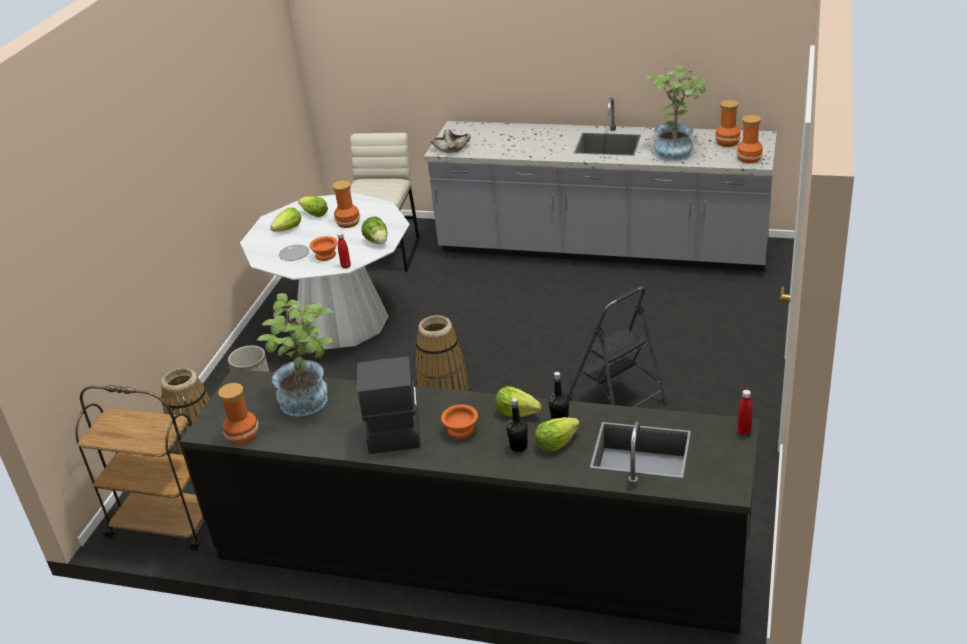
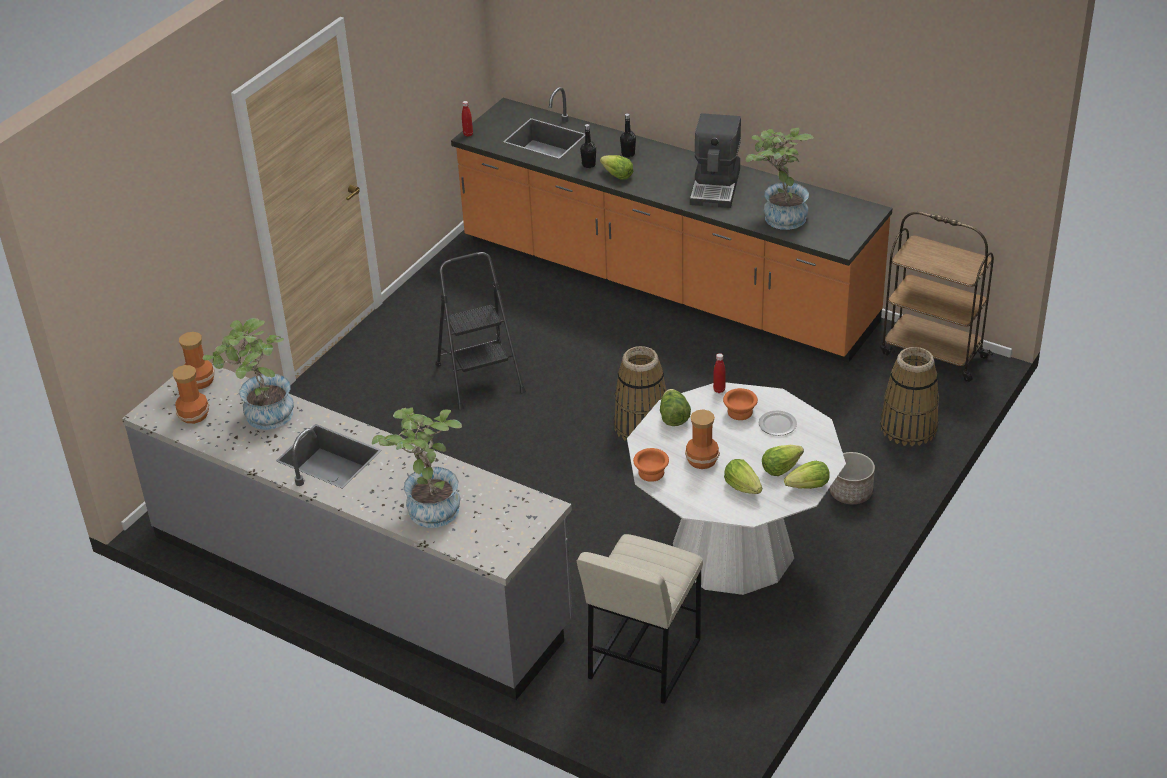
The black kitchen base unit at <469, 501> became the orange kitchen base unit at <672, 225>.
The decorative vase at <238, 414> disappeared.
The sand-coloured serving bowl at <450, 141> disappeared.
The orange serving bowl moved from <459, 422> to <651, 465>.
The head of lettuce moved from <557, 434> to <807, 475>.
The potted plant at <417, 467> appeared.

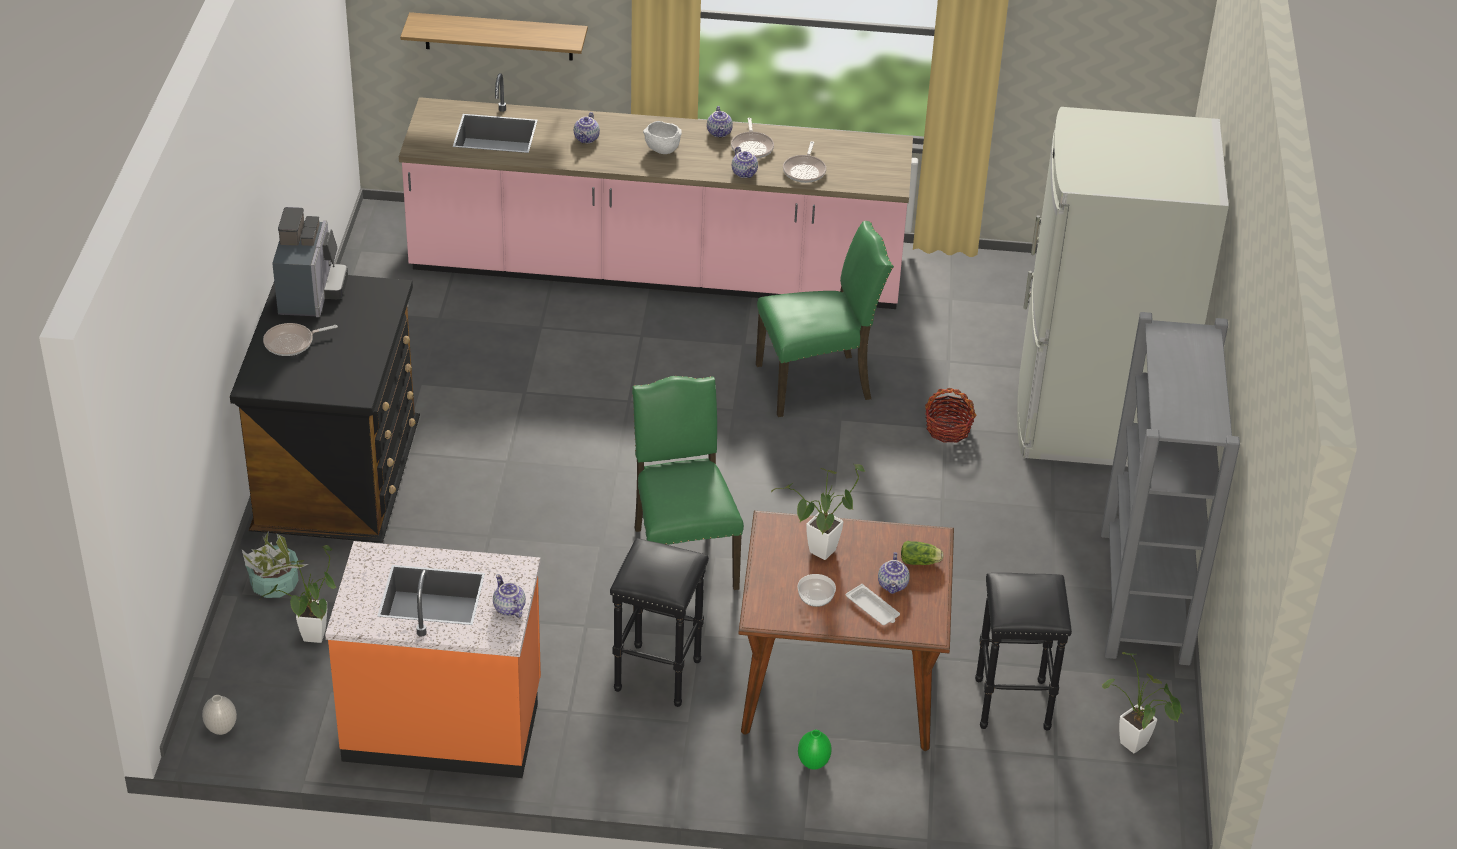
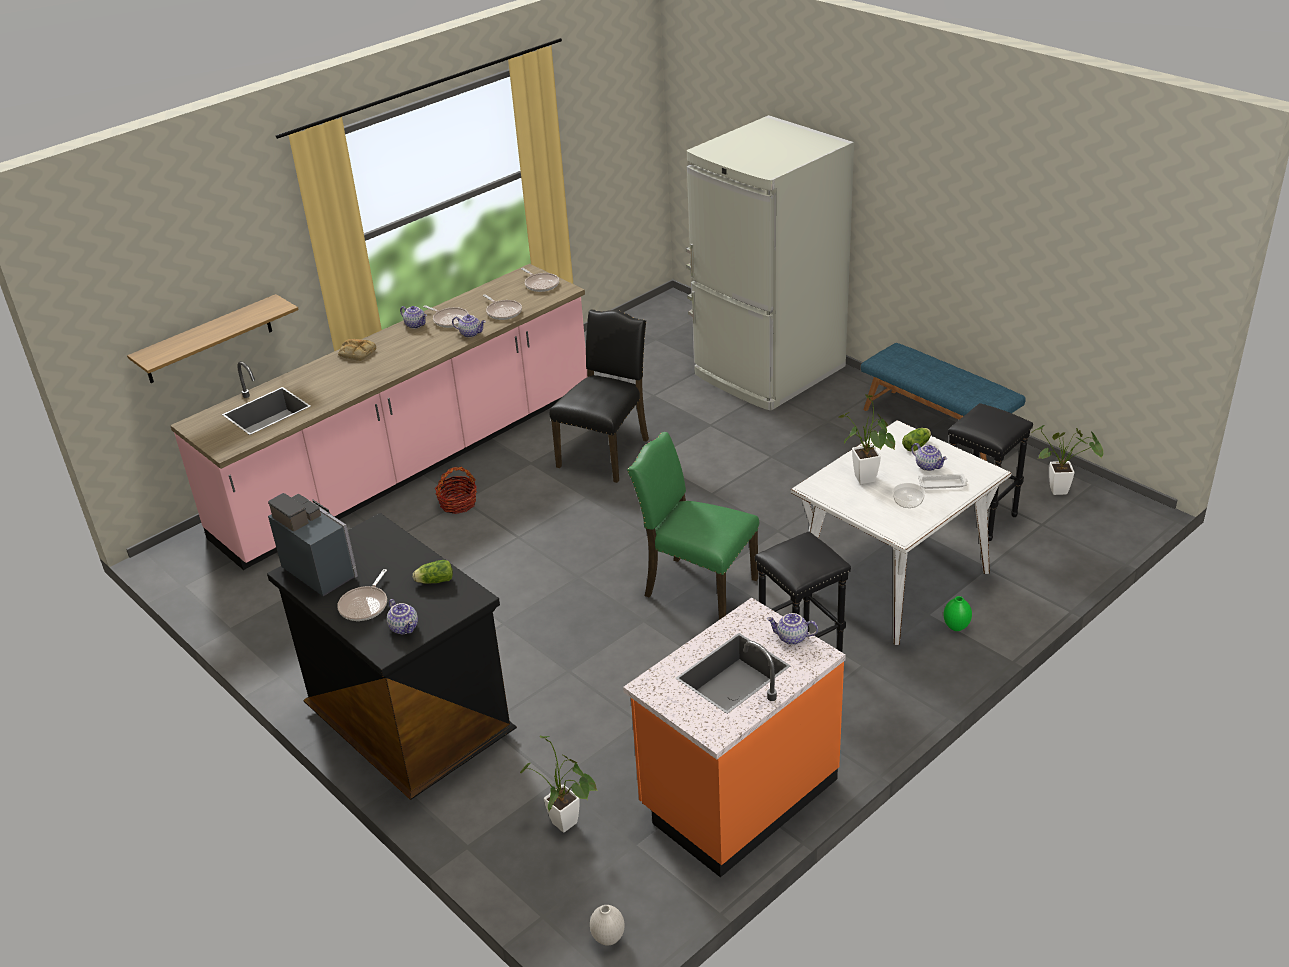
The potted plant at <275, 565> disappeared.
The pot for tea moved from <587, 127> to <402, 616>.
The whitish serving bowl at <662, 137> disappeared.
The brown kitchen table at <846, 631> became the whitish kitchen table at <901, 532>.
The greenish chair at <825, 319> became the black chair at <599, 396>.
The household basket moved from <951, 415> to <456, 490>.
The gray bookshelf at <1170, 488> was replaced by the bluish bench at <943, 402>.
The bread at <357, 350> appeared.
The head of lettuce at <433, 572> appeared.
The pan at <540, 280> appeared.

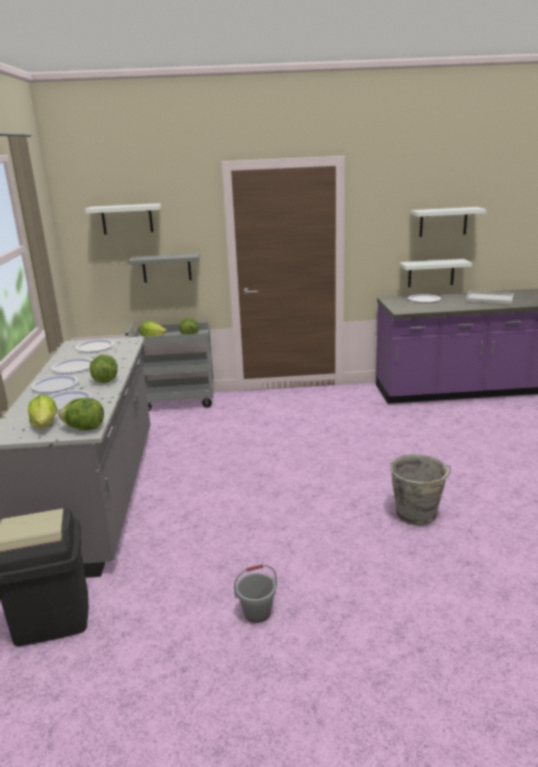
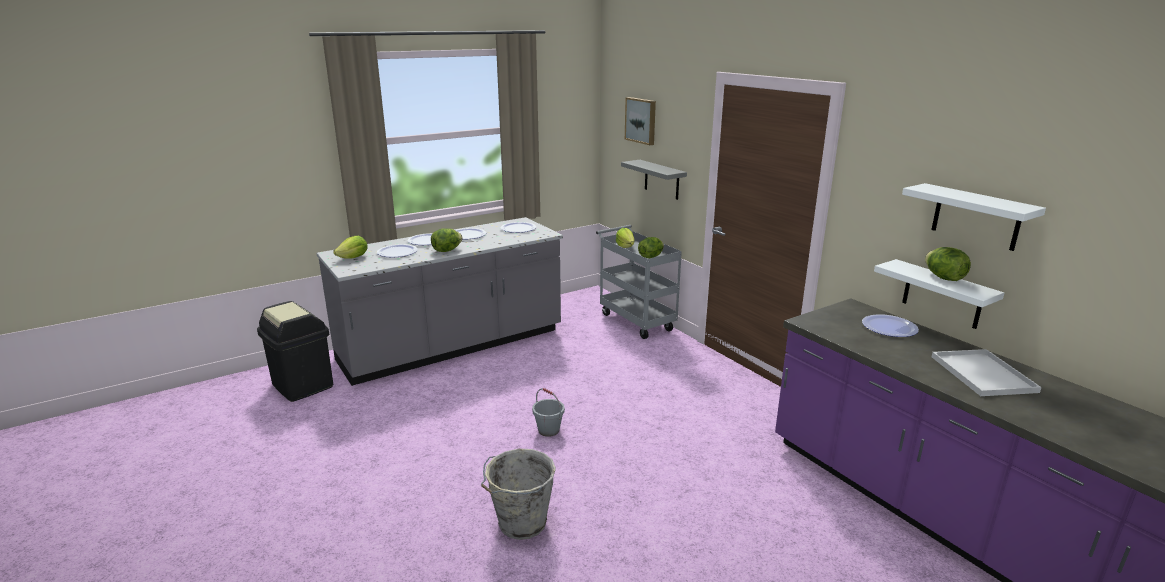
The head of lettuce moved from <81, 414> to <948, 264>.
The whitish shelf at <123, 219> was replaced by the wall art at <640, 121>.
The gray pail moved from <255, 593> to <548, 412>.

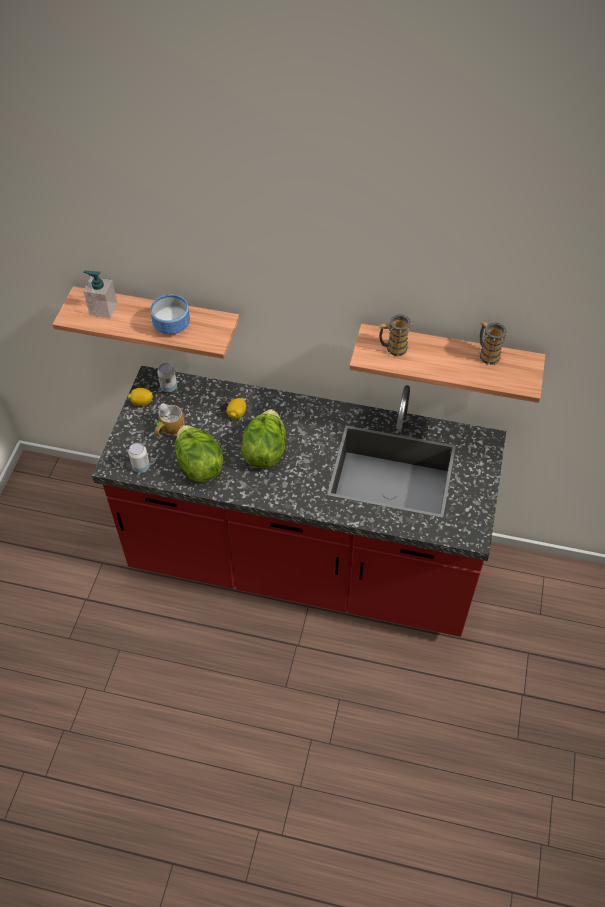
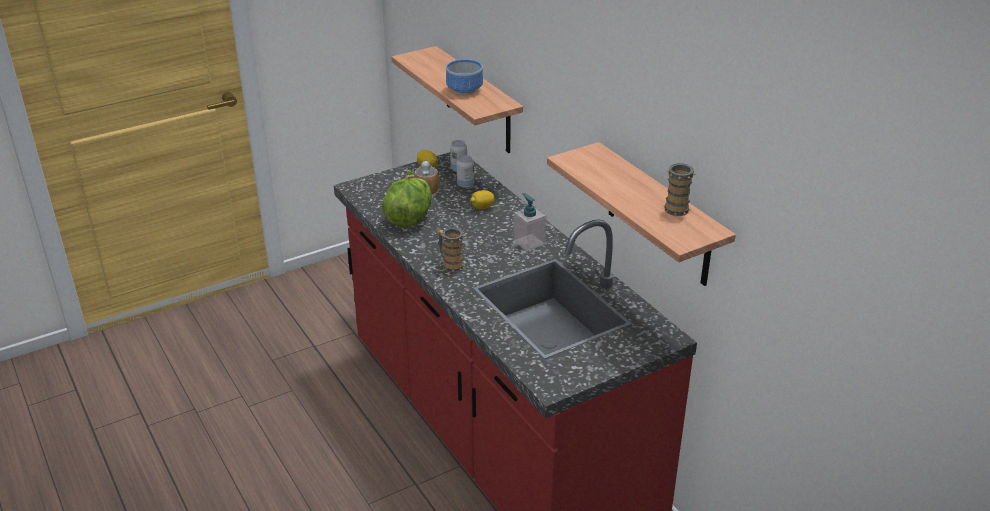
The liquid soap bottle moved from <100, 294> to <529, 222>.
The can moved from <139, 458> to <465, 171>.
The head of lettuce at <264, 439> disappeared.
The tea mug moved from <395, 335> to <451, 250>.

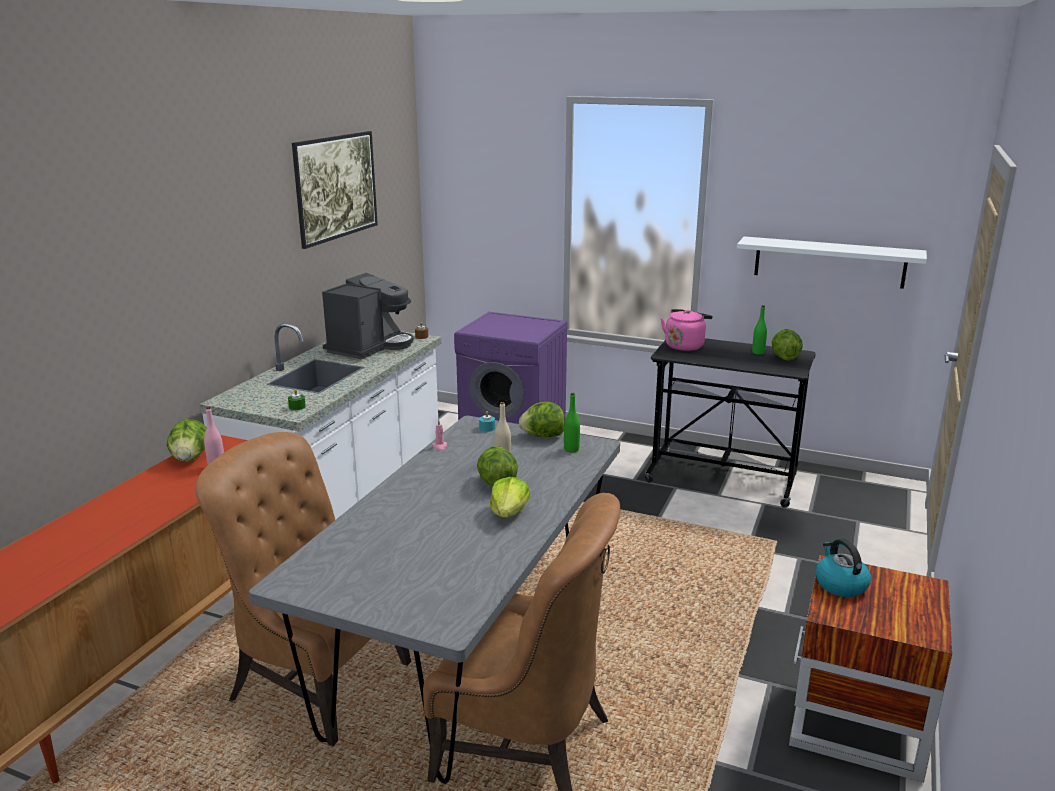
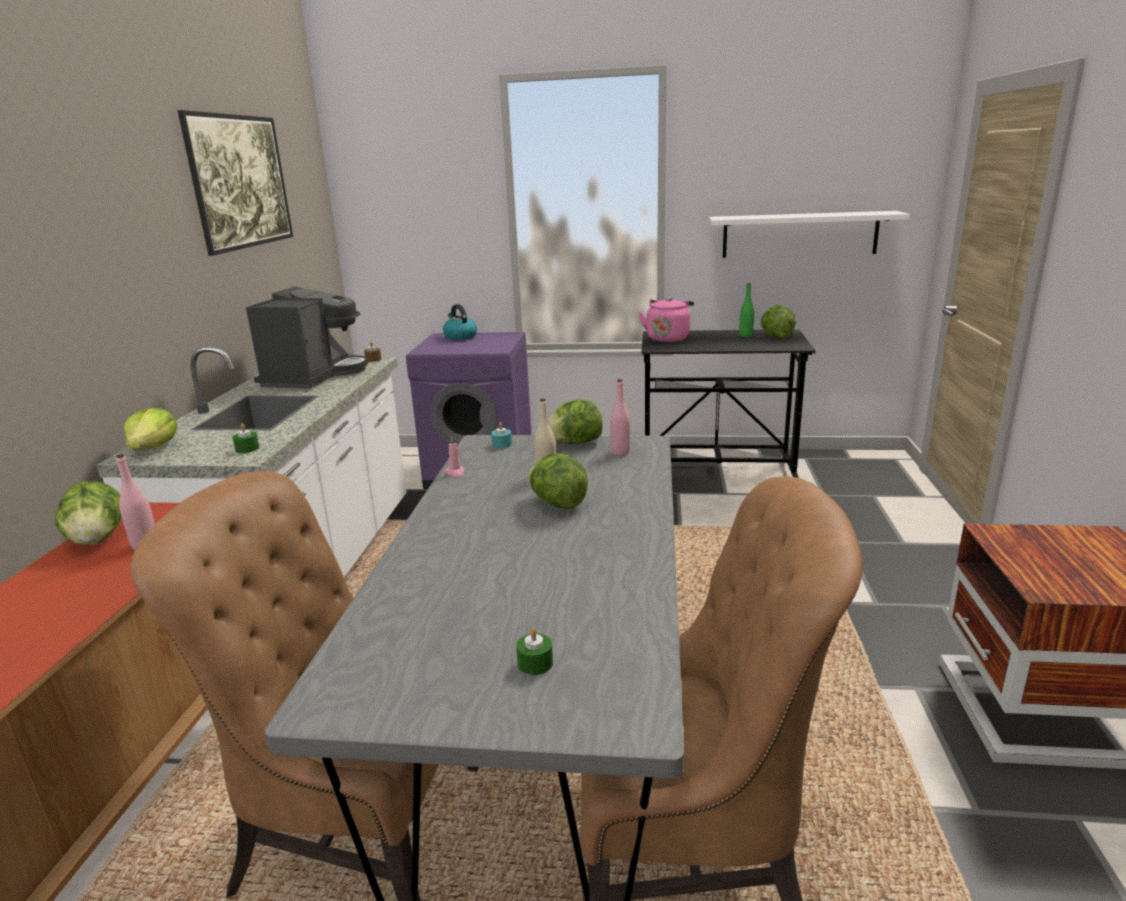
The head of lettuce moved from <510, 497> to <151, 429>.
The greenish beverage bottle at <572, 423> became the pink beverage bottle at <620, 417>.
The kettle moved from <843, 567> to <460, 322>.
The greenish wax light at <534, 651> appeared.

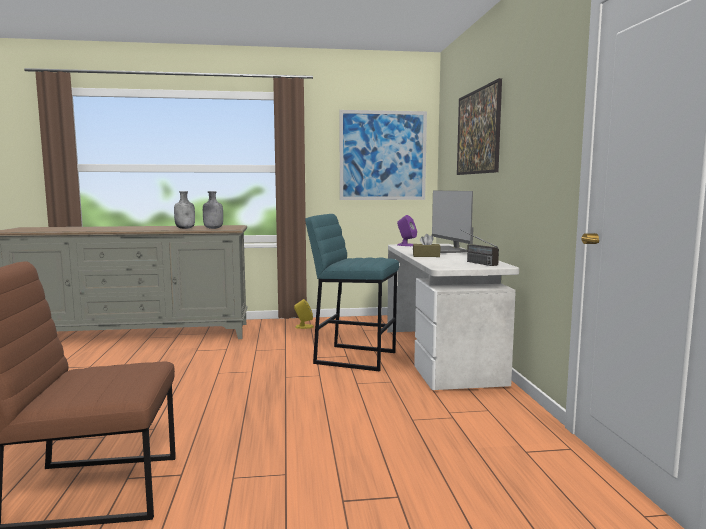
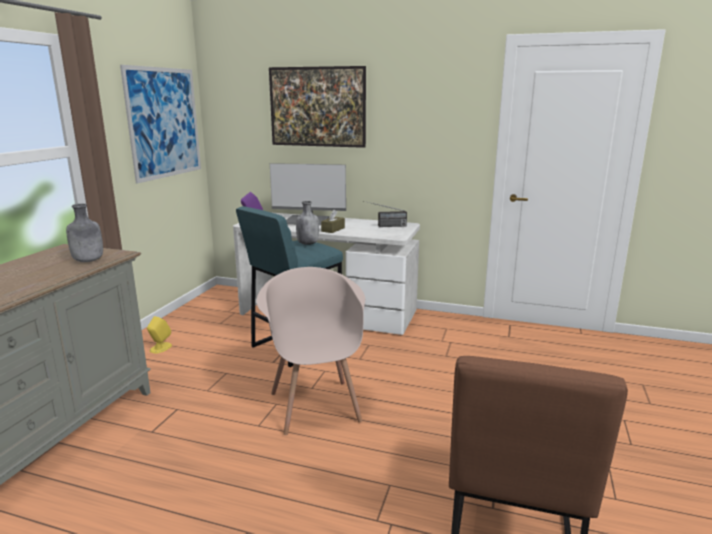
The gray beverage bottle moved from <184, 210> to <307, 223>.
The sand-coloured chair at <311, 351> appeared.

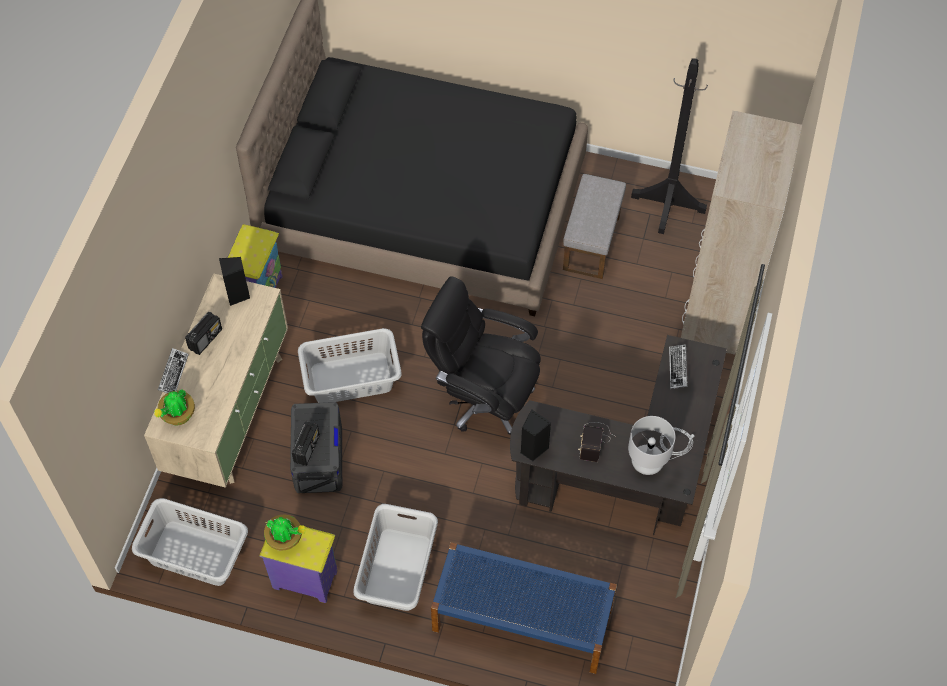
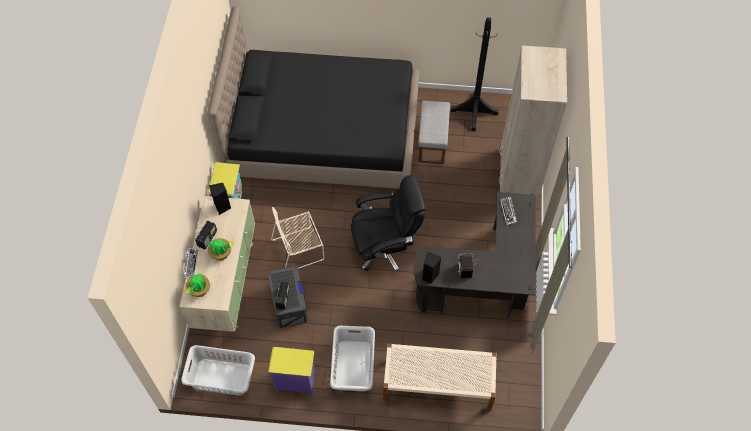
The potted plant moved from <285, 533> to <220, 249>.
The gray washing basket at <350, 365> was replaced by the sand-coloured chair at <297, 238>.
The black desk chair at <481, 355> turned 150 degrees clockwise.
The bluish bench at <524, 608> became the sand-coloured bench at <440, 377>.
The gray tabletop lamp at <661, 445> disappeared.

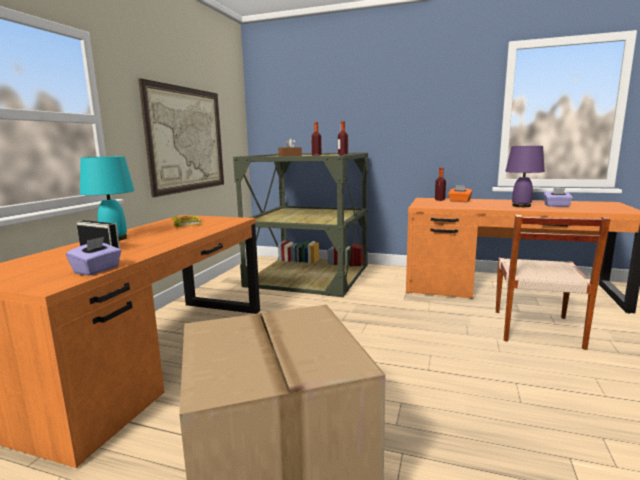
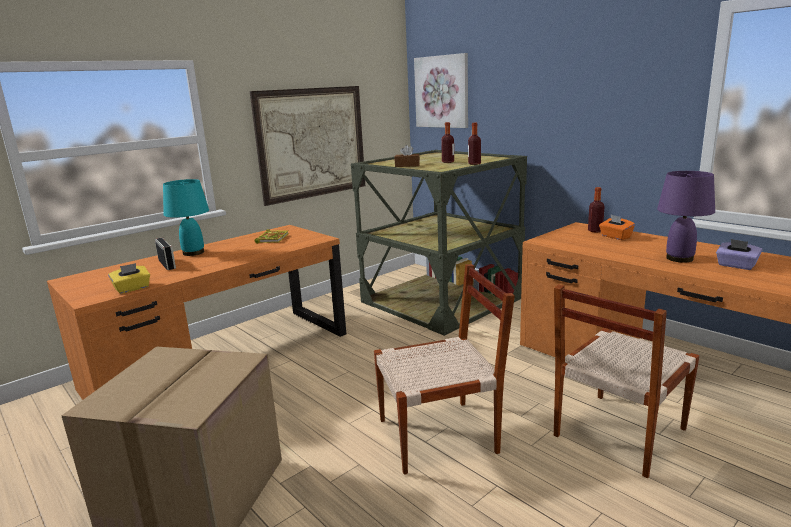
The purplish box of tissues at <93, 256> became the yellowish box of tissues at <129, 278>.
The chair at <444, 369> appeared.
The wall art at <441, 90> appeared.

